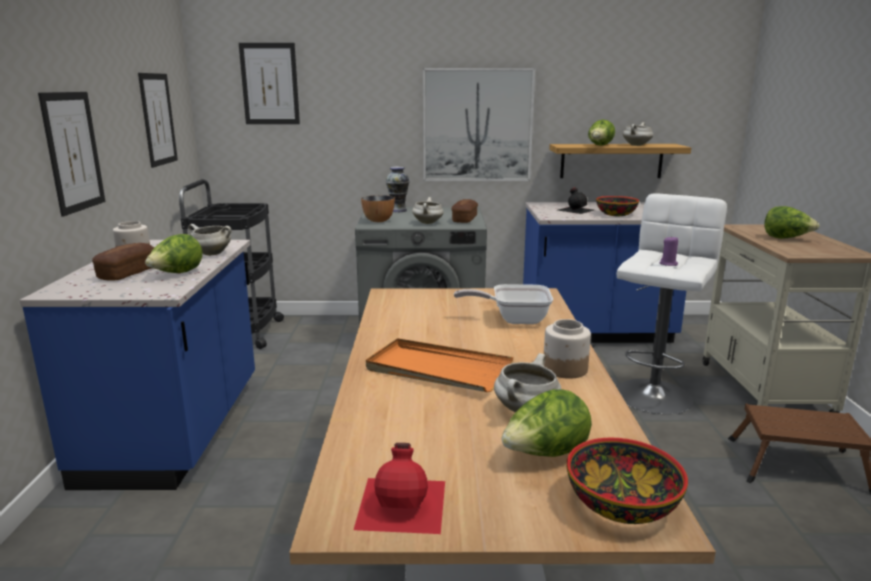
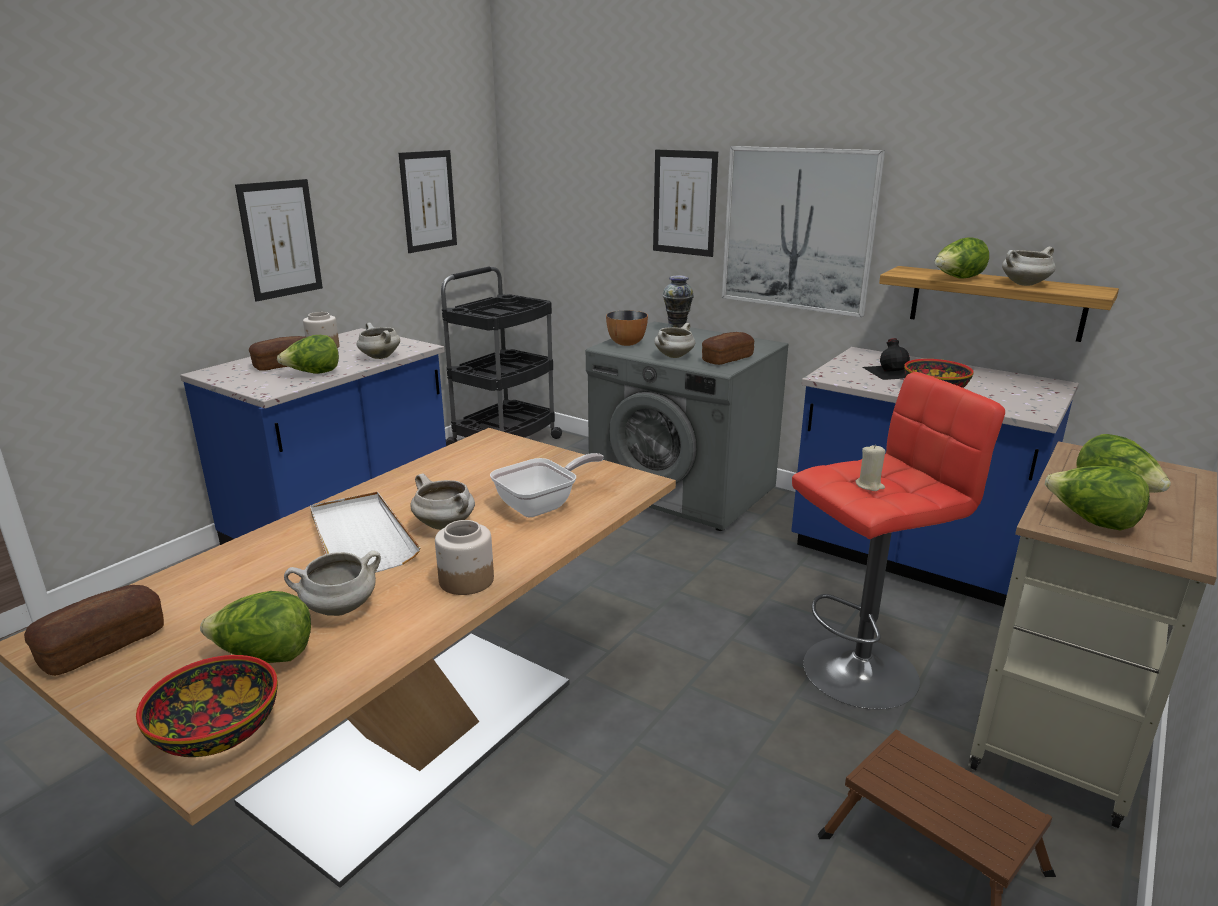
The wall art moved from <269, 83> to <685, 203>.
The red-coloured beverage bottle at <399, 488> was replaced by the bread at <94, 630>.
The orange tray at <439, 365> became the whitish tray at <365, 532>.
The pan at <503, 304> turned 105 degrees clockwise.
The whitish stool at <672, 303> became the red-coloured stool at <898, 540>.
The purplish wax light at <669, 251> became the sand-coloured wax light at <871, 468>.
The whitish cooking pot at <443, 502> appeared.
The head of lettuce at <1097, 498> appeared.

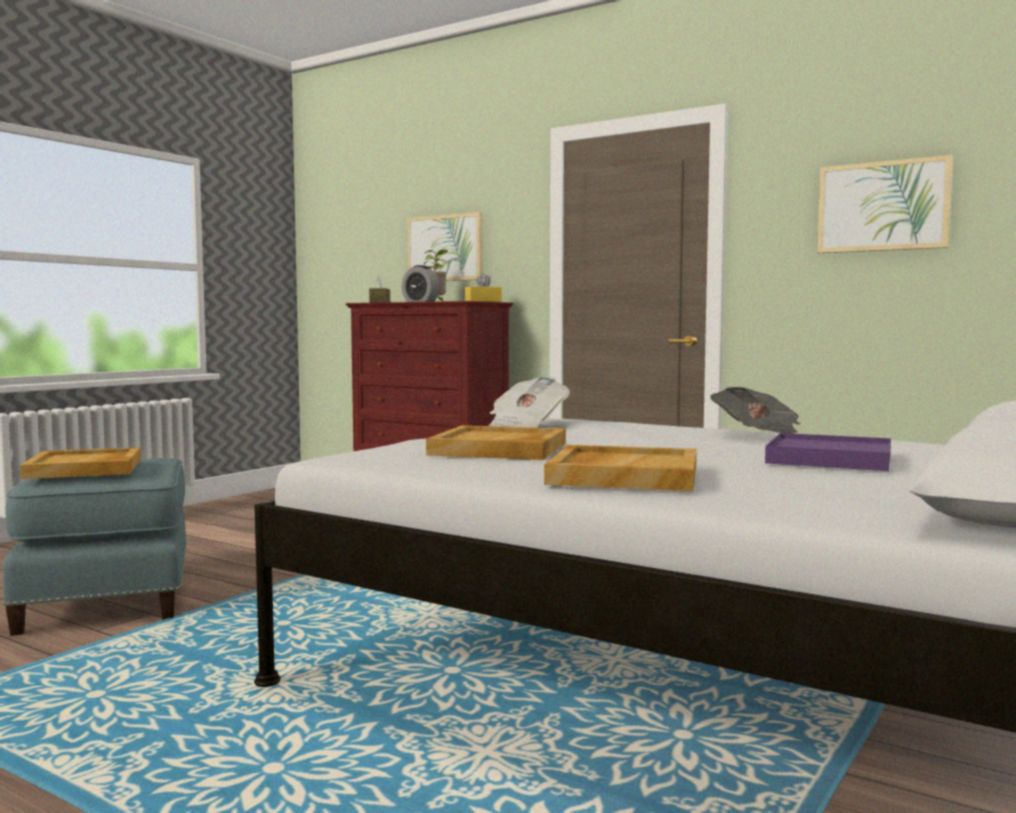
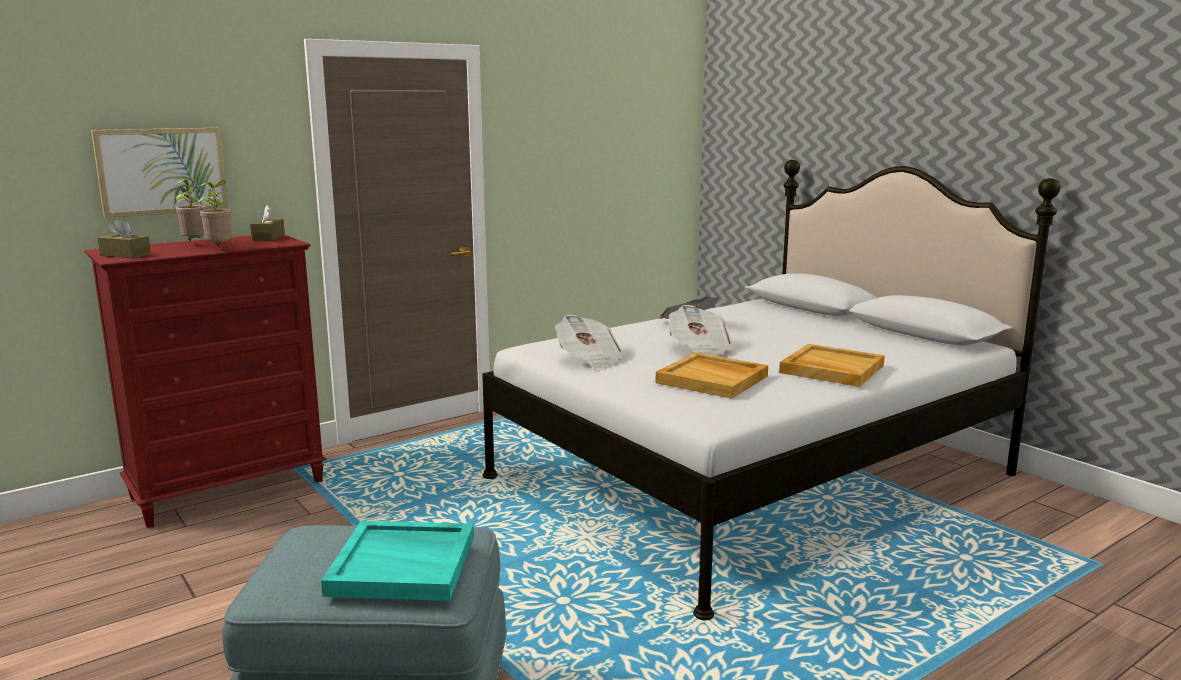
The sand-coloured tray at <80, 463> became the turquoise tray at <397, 561>.
The bedside clock at <421, 283> was replaced by the potted plant at <215, 213>.
The yellowish box of tissues at <483, 287> became the brown box of tissues at <267, 223>.
The purplish tray at <828, 452> disappeared.
The wall art at <885, 204> disappeared.
The printed paper at <701, 330> appeared.

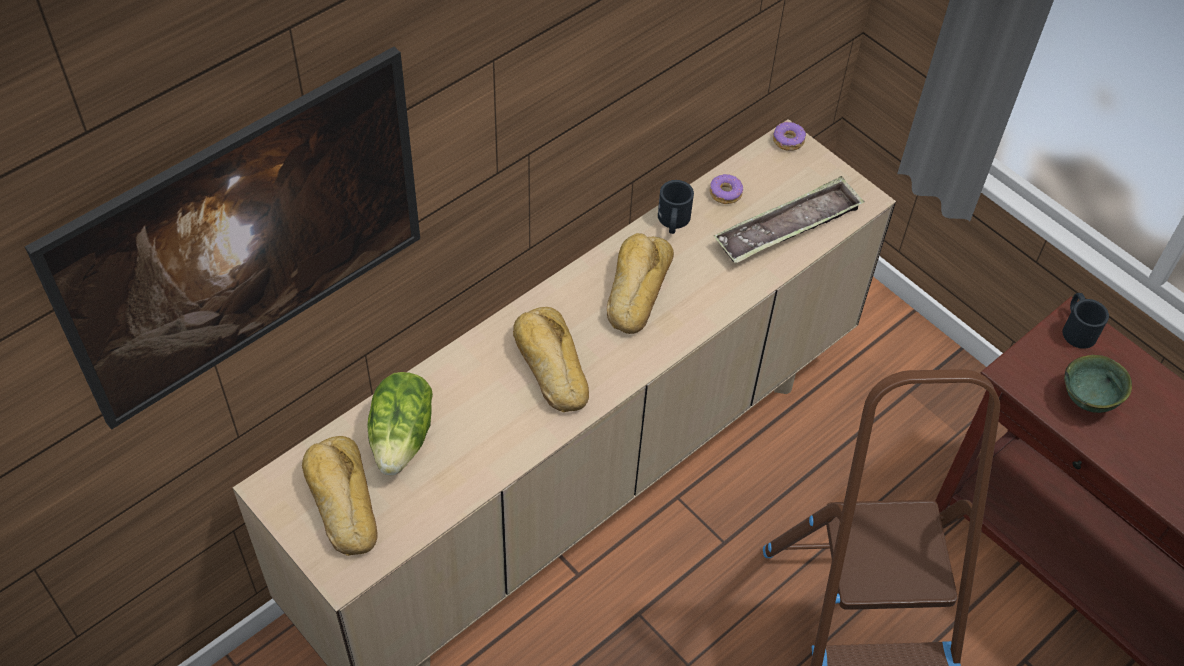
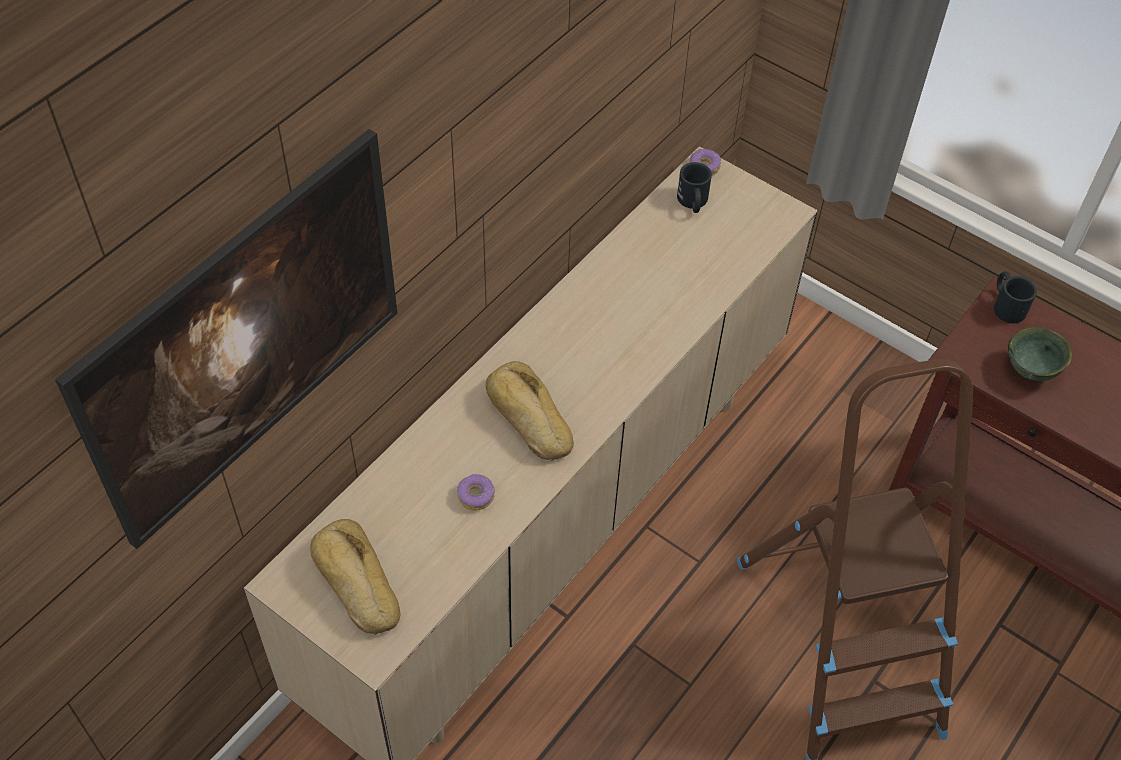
The head of lettuce at <400, 423> disappeared.
The bread at <640, 283> disappeared.
The black tea mug moved from <676, 207> to <694, 187>.
The doughnut moved from <726, 189> to <476, 492>.
The tray at <789, 220> disappeared.

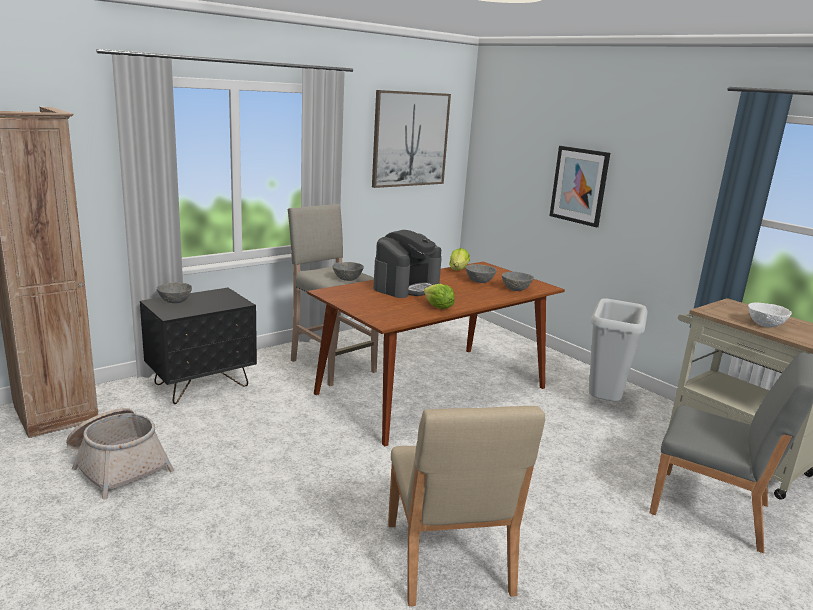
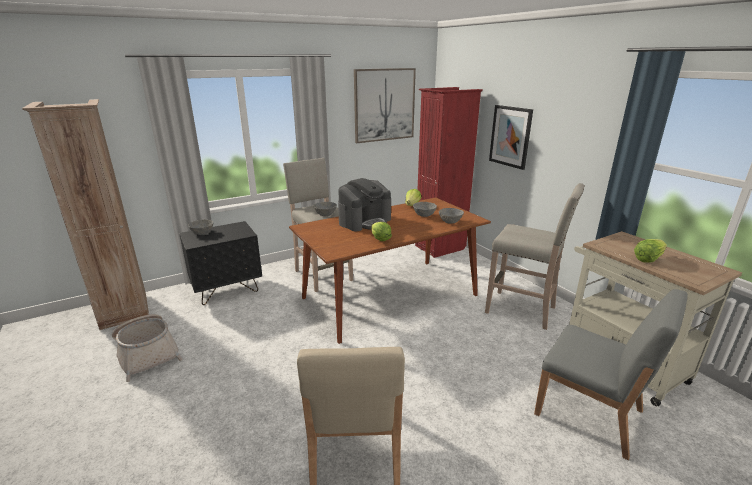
The gray trash can at <618, 350> was replaced by the sand-coloured stool at <535, 256>.
The whitish serving bowl at <770, 315> was replaced by the head of lettuce at <650, 251>.
The red-coloured cupboard at <449, 172> appeared.

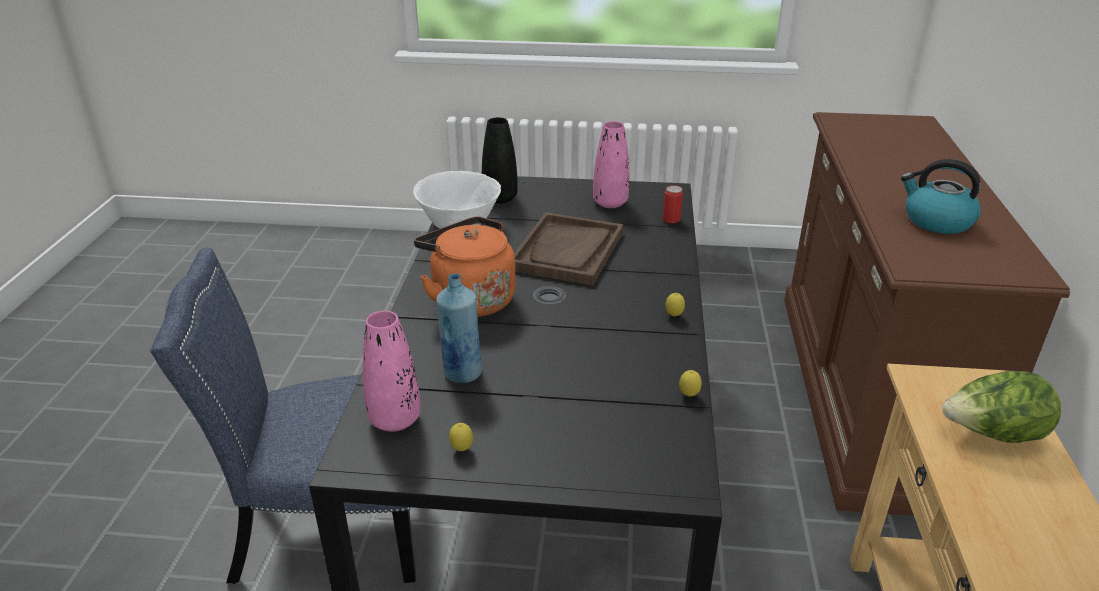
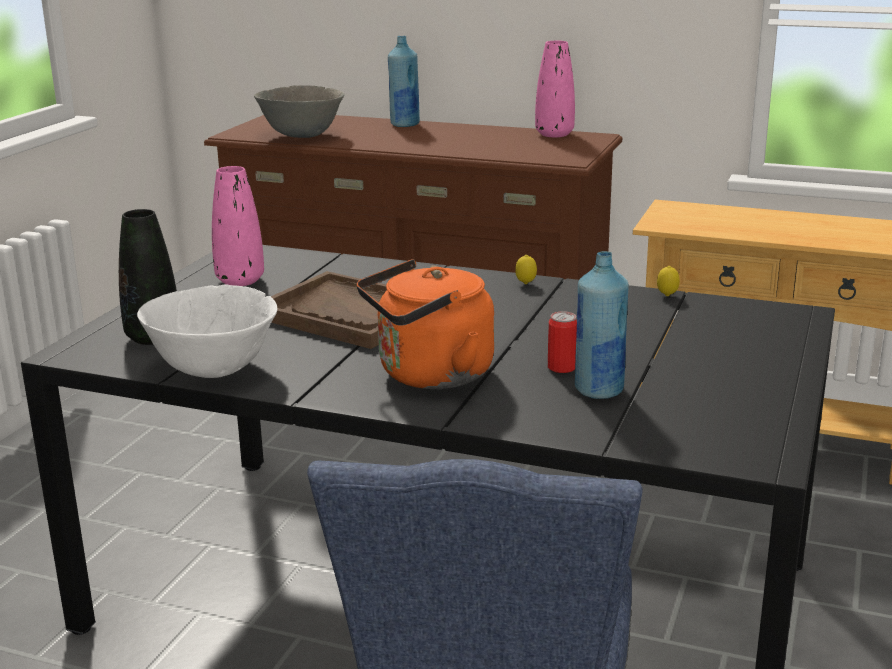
The pink decorative vase moved from <392, 371> to <555, 89>.
The whole lemon at <461, 437> disappeared.
The can moved from <673, 204> to <562, 342>.
The kettle at <941, 196> disappeared.
The head of lettuce at <1001, 407> disappeared.
The gray serving bowl at <299, 111> appeared.
The bluish beverage bottle at <404, 81> appeared.

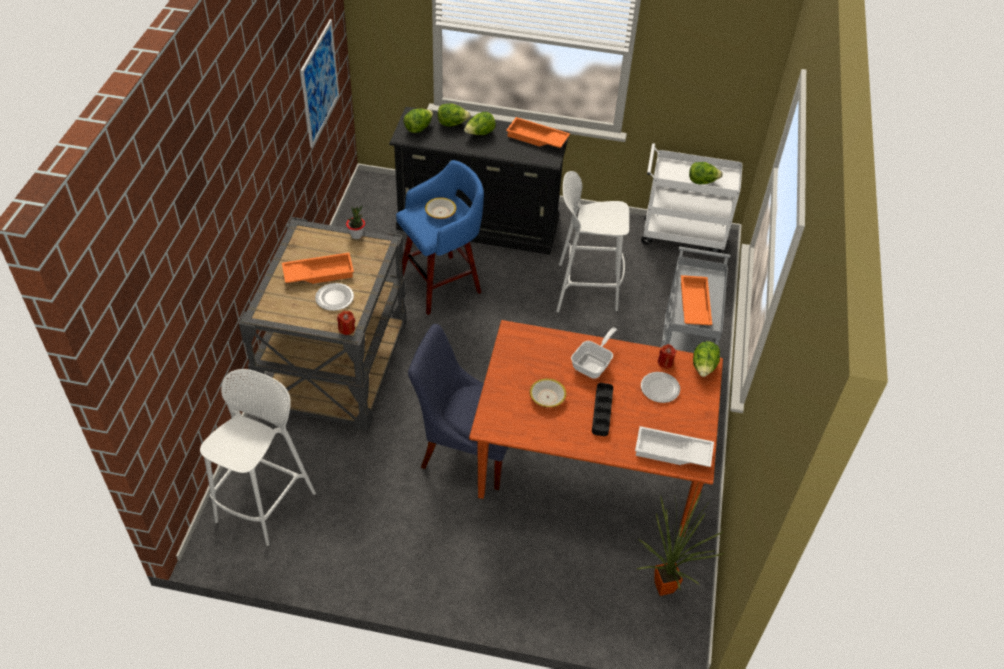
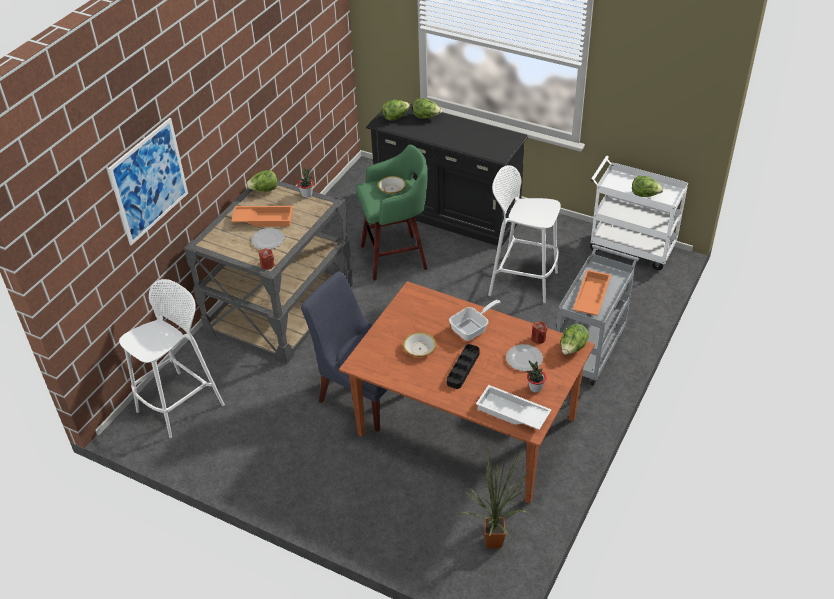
The wall art moved from <319, 83> to <148, 181>.
The bluish stool at <440, 237> became the greenish stool at <392, 212>.
The head of lettuce moved from <480, 123> to <261, 181>.
The orange tray at <538, 132> disappeared.
The potted plant at <537, 376> appeared.

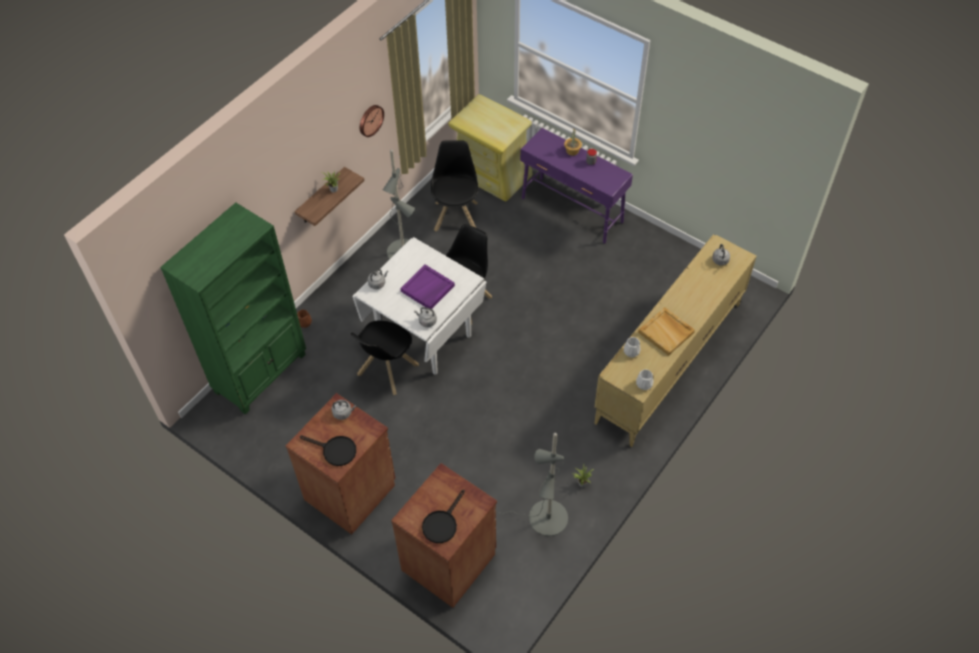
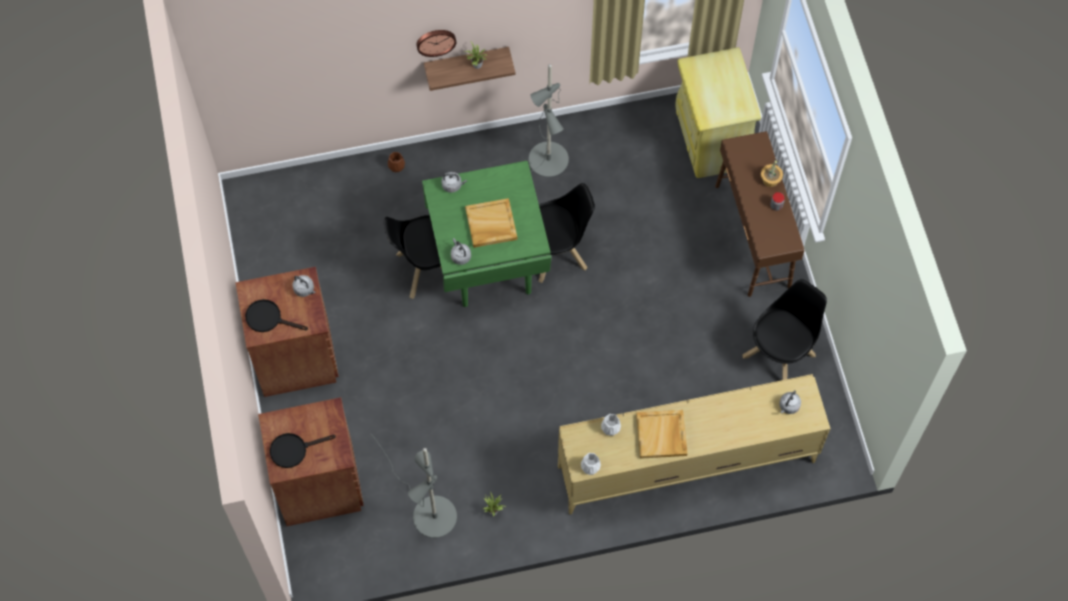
The greenish bookshelf at <233, 309> disappeared.
The black pan at <327, 450> turned 135 degrees clockwise.
The whitish kitchen table at <419, 306> became the greenish kitchen table at <487, 234>.
The hanging clock moved from <372, 121> to <436, 43>.
The purplish tray at <427, 287> became the sand-coloured tray at <491, 223>.
The black chair moved from <454, 186> to <784, 329>.
The purplish console table at <576, 185> became the brown console table at <760, 214>.

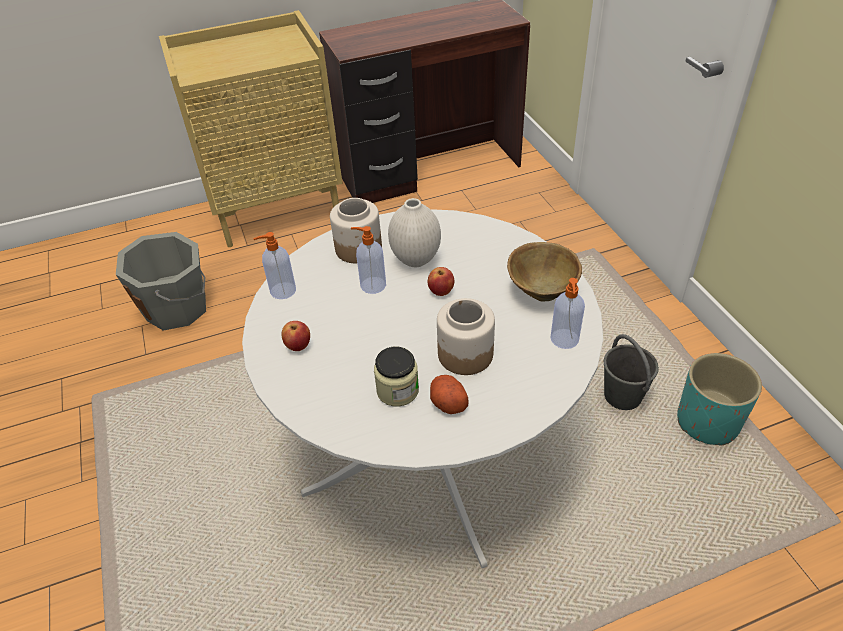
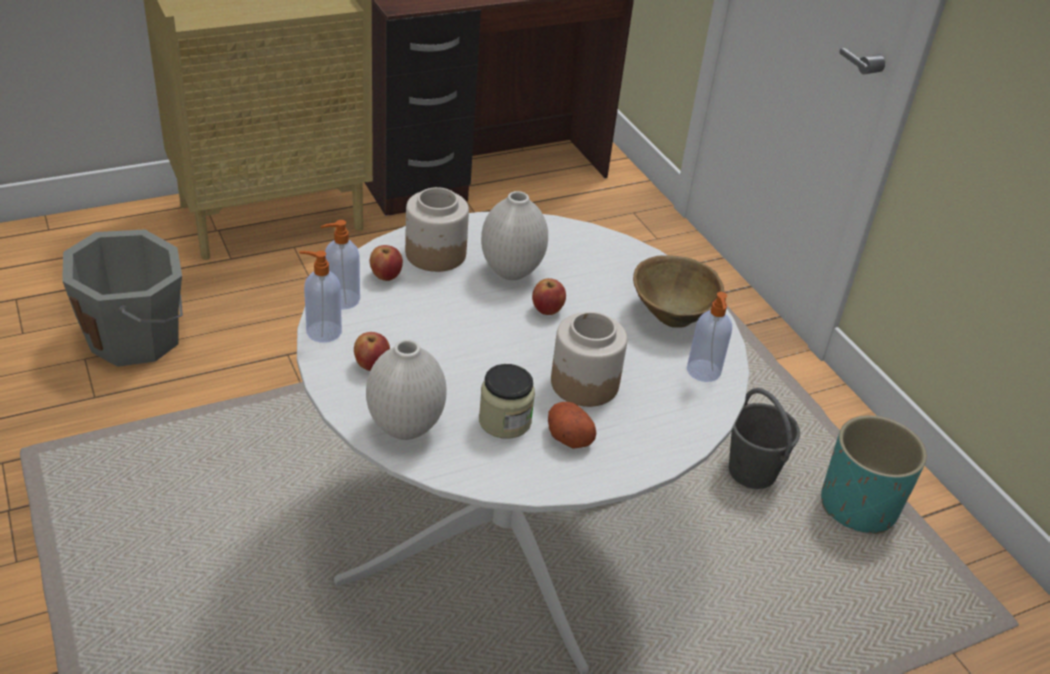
The liquid soap bottle moved from <368, 260> to <320, 297>.
The whitish decorative vase at <406, 390> appeared.
The apple at <386, 263> appeared.

